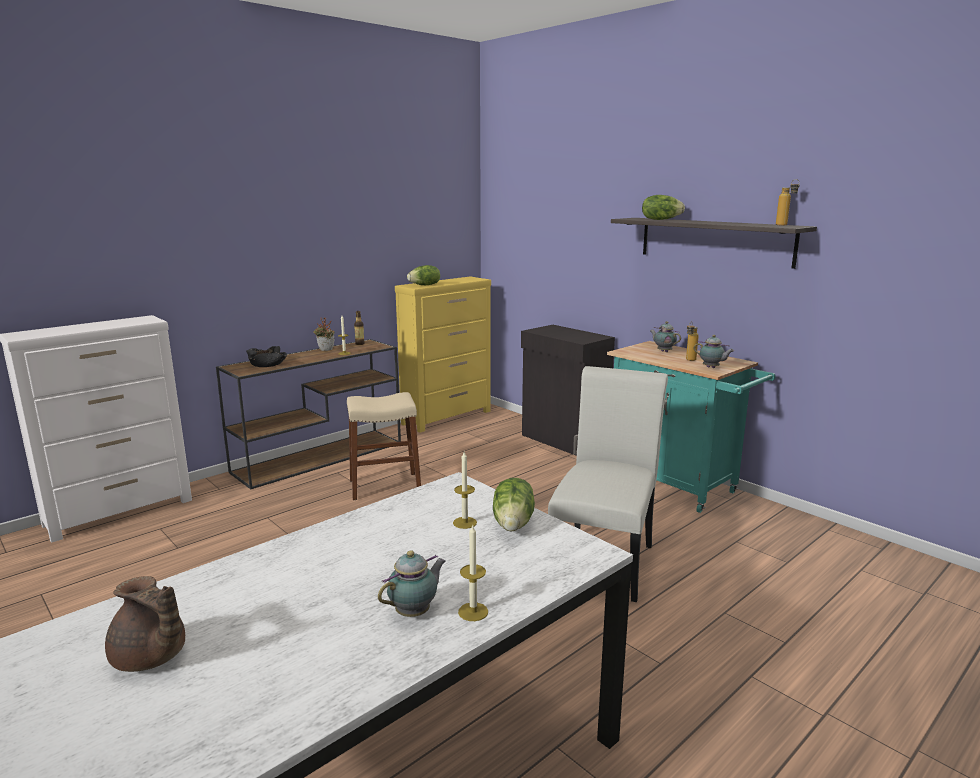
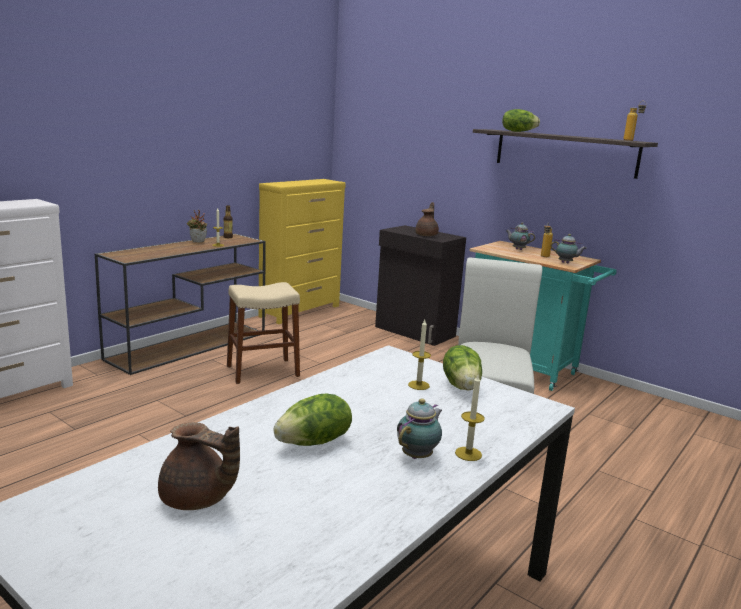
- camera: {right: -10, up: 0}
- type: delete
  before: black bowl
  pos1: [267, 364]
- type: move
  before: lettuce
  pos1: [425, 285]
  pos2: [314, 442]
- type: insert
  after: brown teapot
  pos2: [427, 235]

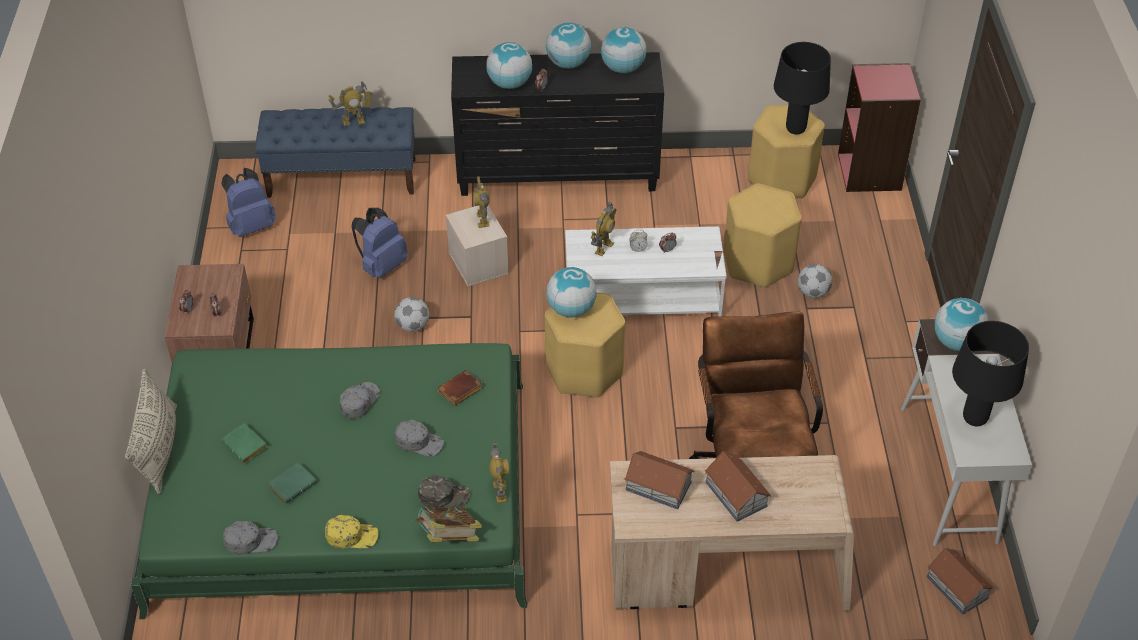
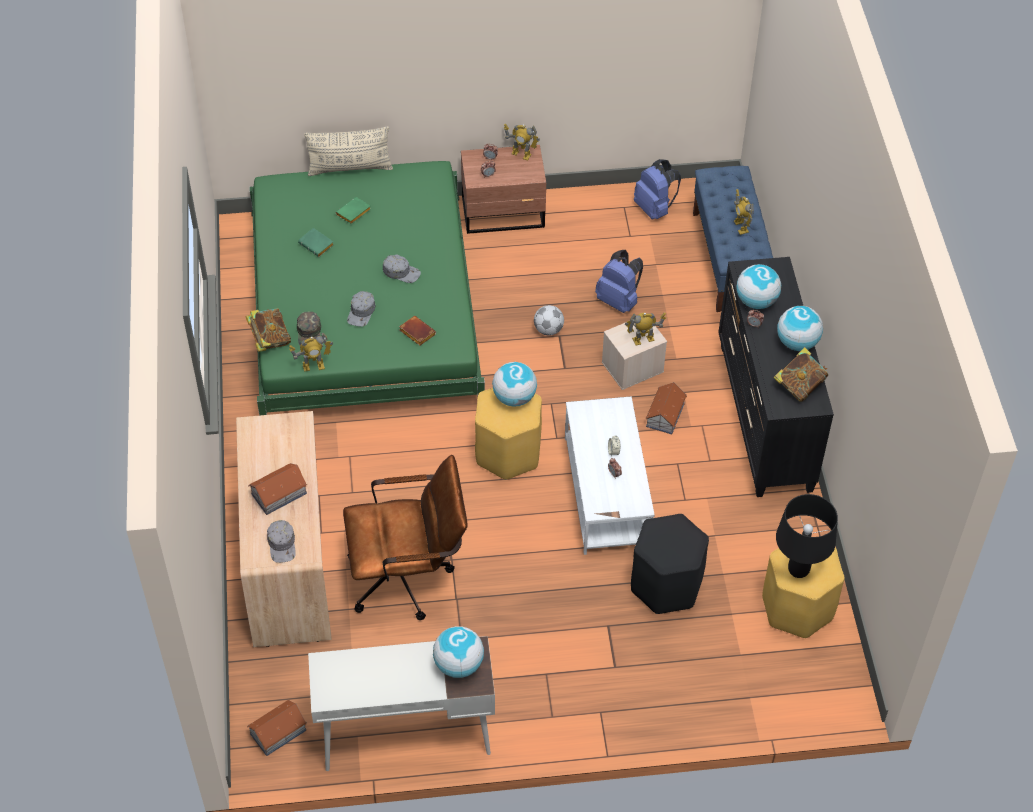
- camera: {right: 85, up: 5}
- type: move
  before: grey cap
  pos1: [251, 540]
  pos2: [282, 544]
- type: delete
  before: yellow cap
  pos1: [352, 535]
- type: move
  before: toy robot
  pos1: [603, 248]
  pos2: [521, 154]
- type: replace
  before: globe
  after: book
  pos1: [623, 68]
  pos2: [799, 386]
- type: move
  before: toy house
  pos1: [659, 486]
  pos2: [664, 415]
- type: recolor
  before: yellow stool
  after: black stool
  pos1: [758, 263]
  pos2: [666, 585]
- type: delete
  before: football
  pos1: [813, 293]
- type: delete
  before: red bookcase
  pos1: [870, 172]
- type: delete
  before: black table lamp
  pos1: [974, 419]

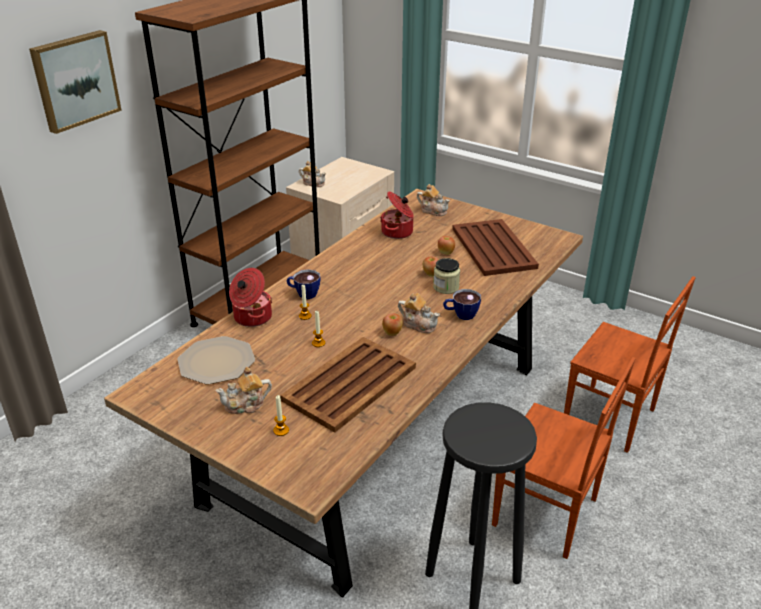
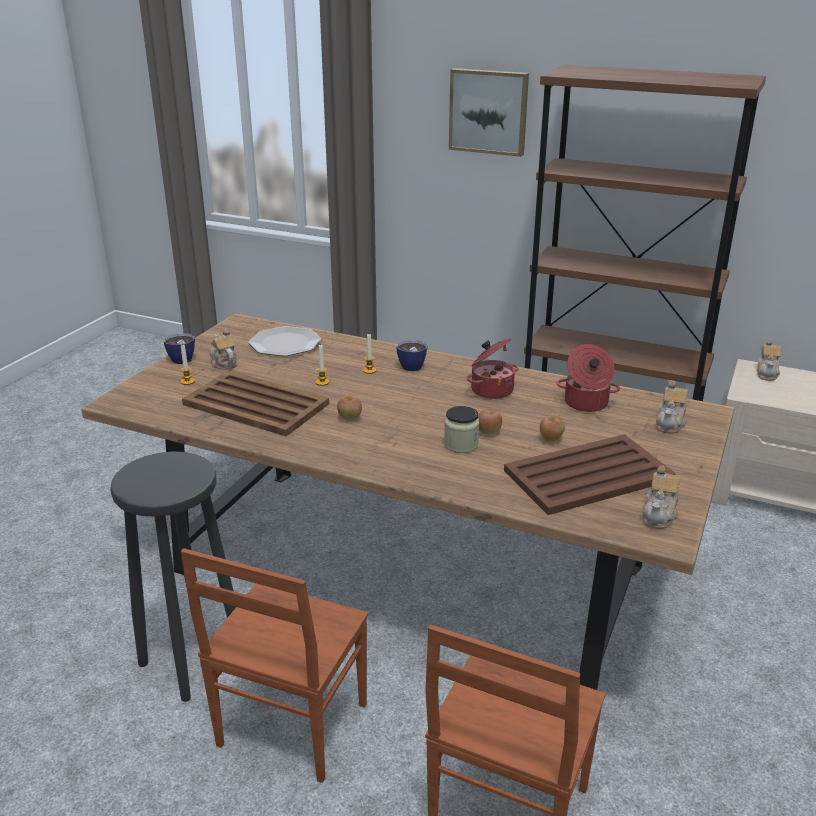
- camera: {right: 80, up: -5}
- type: move
  before: cooking pot
  pos1: [251, 317]
  pos2: [491, 390]
- type: move
  before: teapot
  pos1: [419, 324]
  pos2: [659, 515]
- type: move
  before: cup
  pos1: [460, 314]
  pos2: [182, 358]

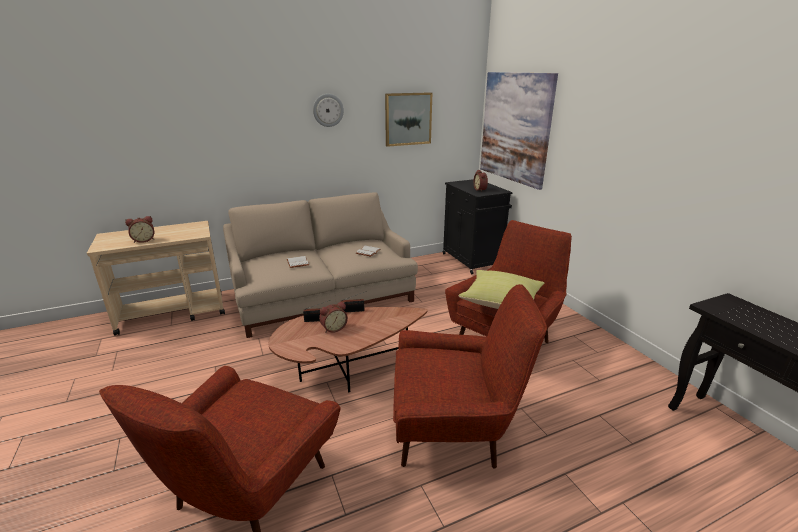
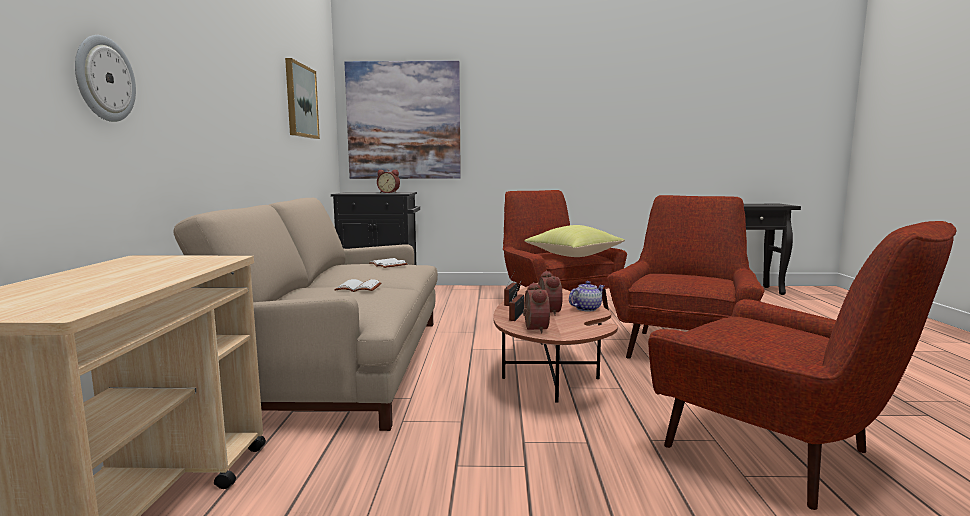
- camera: {right: -65, up: -15}
- type: move
  before: alarm clock
  pos1: [144, 240]
  pos2: [533, 328]
- type: move
  before: wall clock
  pos1: [328, 110]
  pos2: [104, 79]
- type: insert
  after: teapot
  pos2: [586, 308]

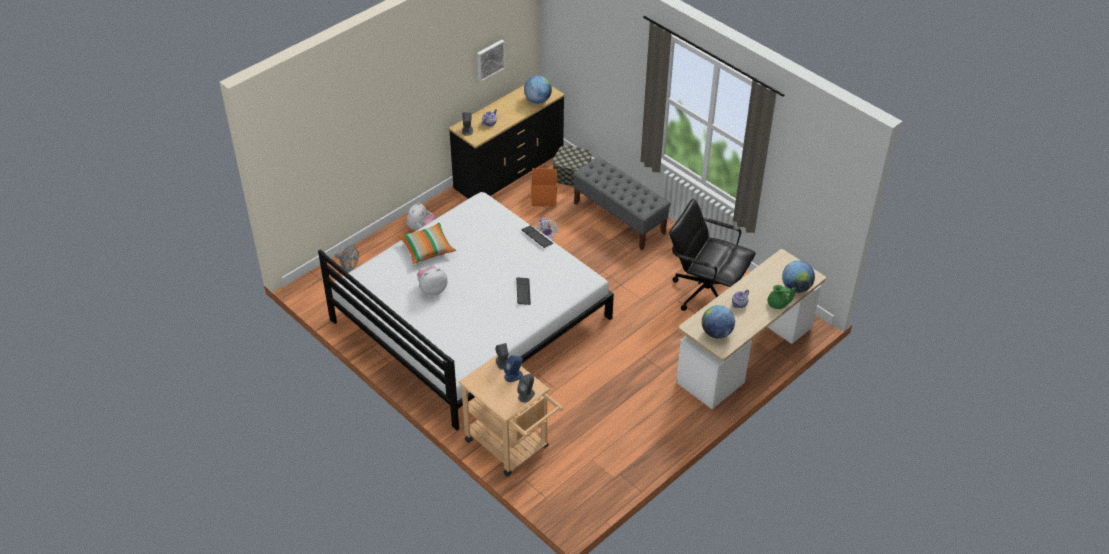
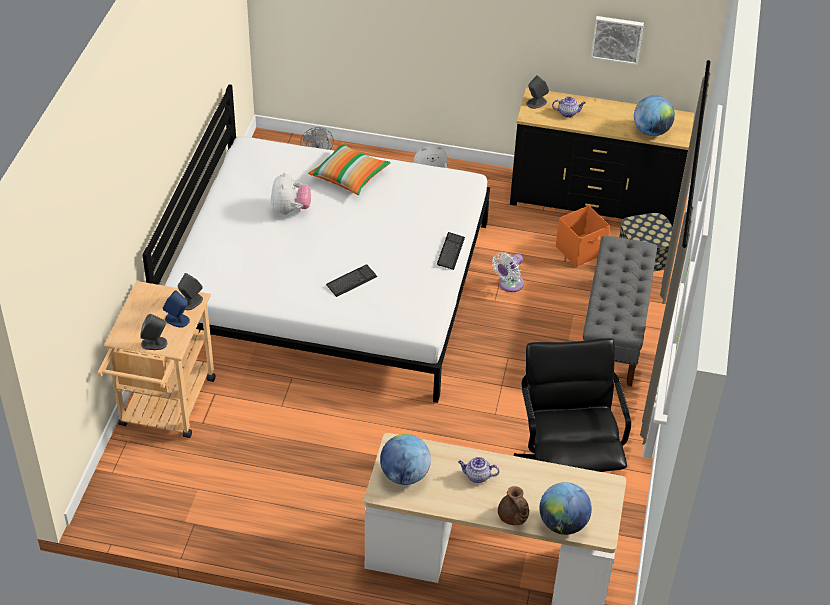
- camera: {right: 55, up: 0}
- type: rotate
  before: plush toy
  pos1: [432, 289]
  pos2: [290, 209]
  turn: 60
- type: recolor
  before: green teapot
  after: brown teapot
  pos1: [778, 304]
  pos2: [513, 517]

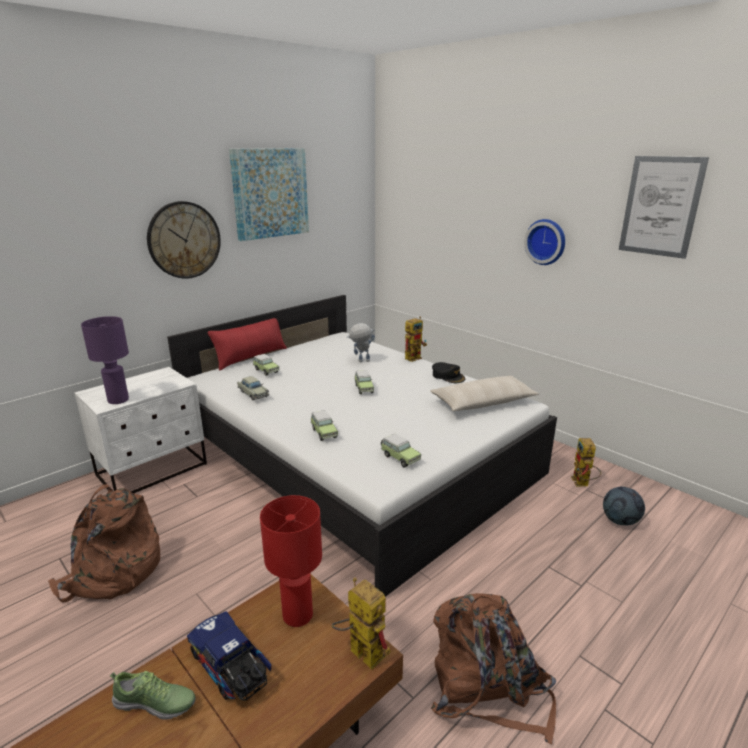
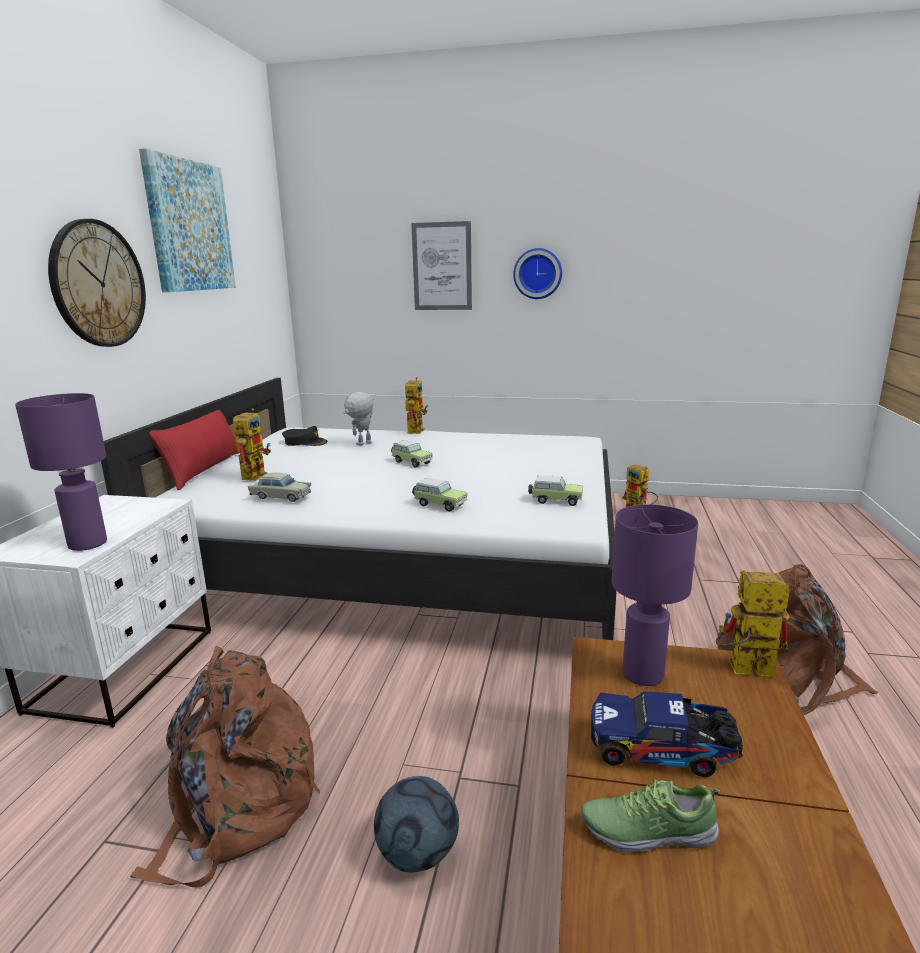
- camera: {right: -35, up: -5}
- type: rotate
  before: shoe
  pos1: [156, 703]
  pos2: [647, 830]
  turn: -150
- type: replace
  before: toy car
  after: toy robot
  pos1: [265, 370]
  pos2: [255, 474]
- type: recolor
  before: red table lamp
  after: purple table lamp
  pos1: [297, 615]
  pos2: [642, 675]
- type: delete
  before: beige pillow
  pos1: [483, 402]
- type: move
  before: black cap
  pos1: [448, 376]
  pos2: [305, 442]
- type: move
  before: football
  pos1: [620, 521]
  pos2: [418, 854]
- type: move
  before: picture
  pos1: [660, 206]
  pos2: [442, 266]

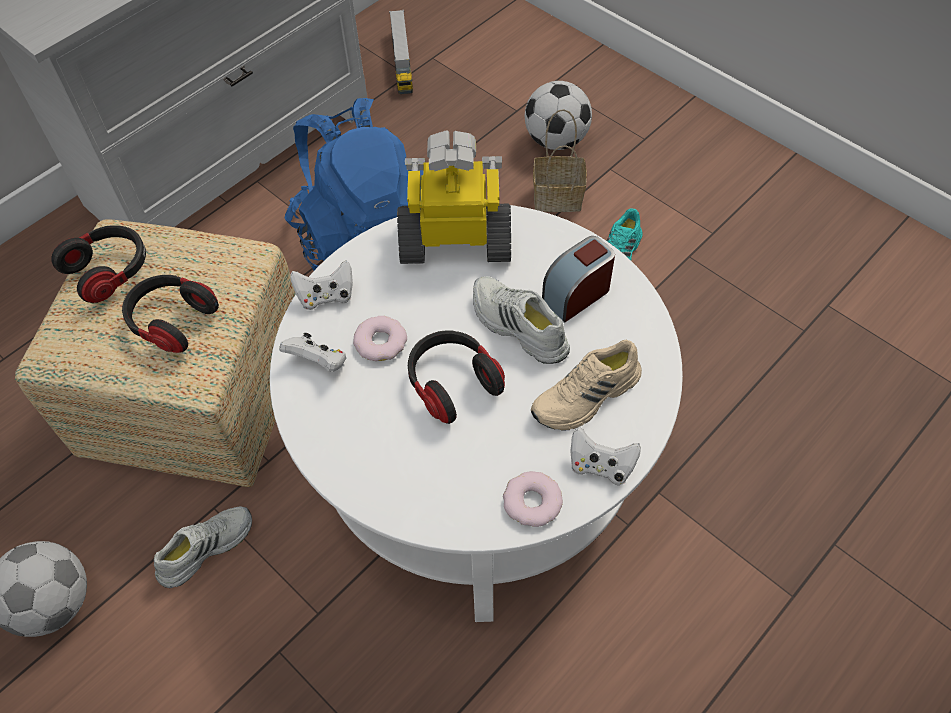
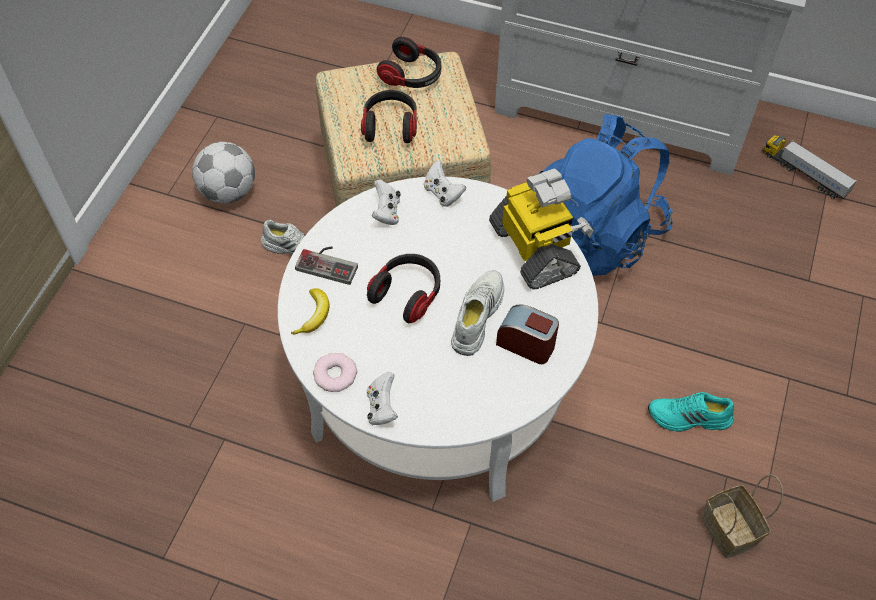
- camera: {right: 65, up: 0}
- type: delete
  before: donut
  pos1: [381, 342]
- type: rotate
  before: toy truck
  pos1: [402, 62]
  pos2: [804, 174]
  turn: 75
- type: delete
  before: football
  pos1: [556, 140]
- type: delete
  before: beige shoe
  pos1: [587, 397]
- type: move
  before: basket
  pos1: [559, 197]
  pos2: [731, 531]
- type: insert
  after: banana
  pos2: [314, 315]
- type: insert
  after: game controller
  pos2: [329, 262]

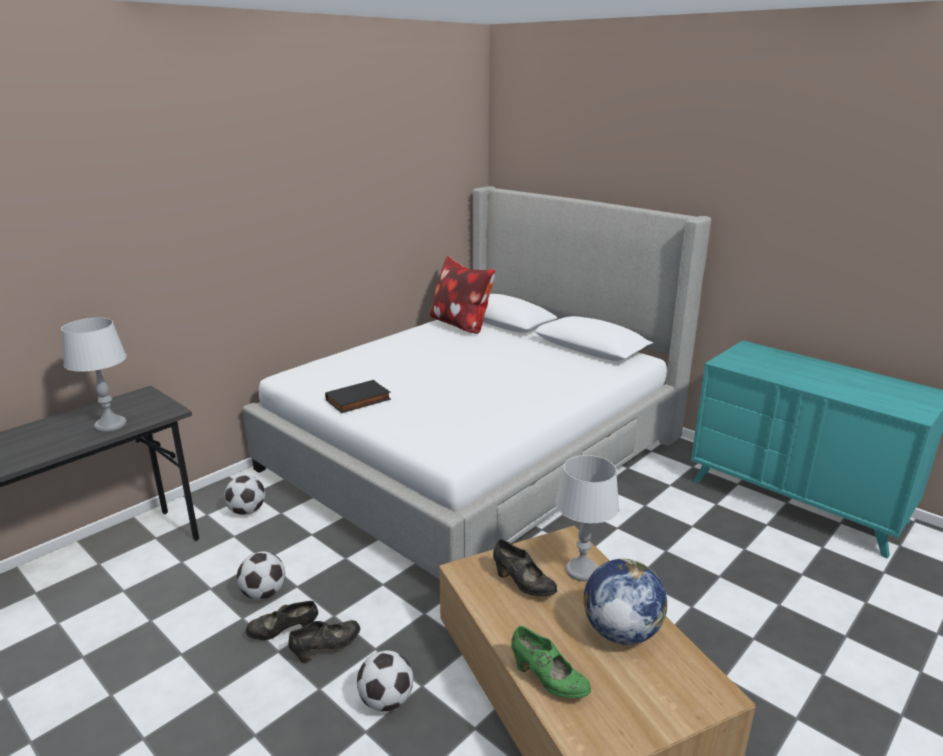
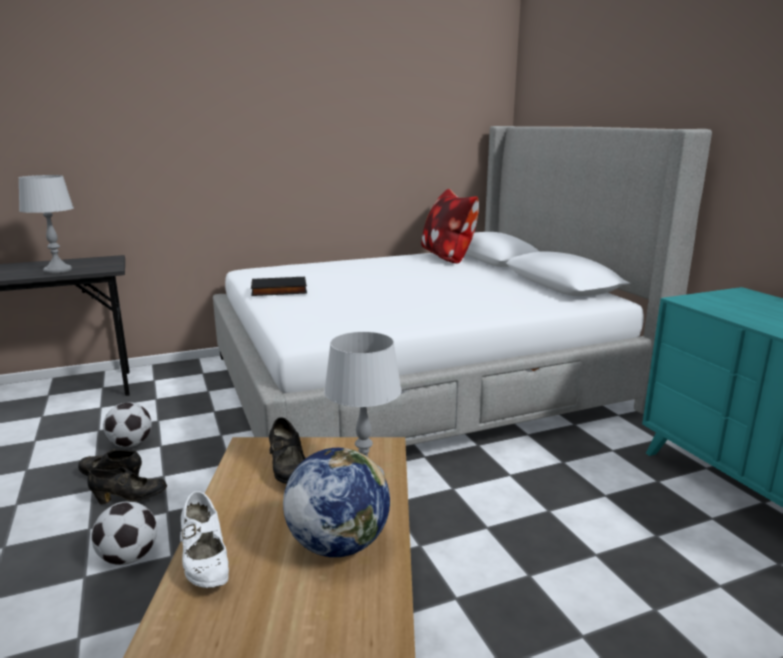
- camera: {right: 25, up: -5}
- type: delete
  before: football
  pos1: [247, 511]
- type: recolor
  before: green shoe
  after: white shoe
  pos1: [548, 680]
  pos2: [205, 564]

